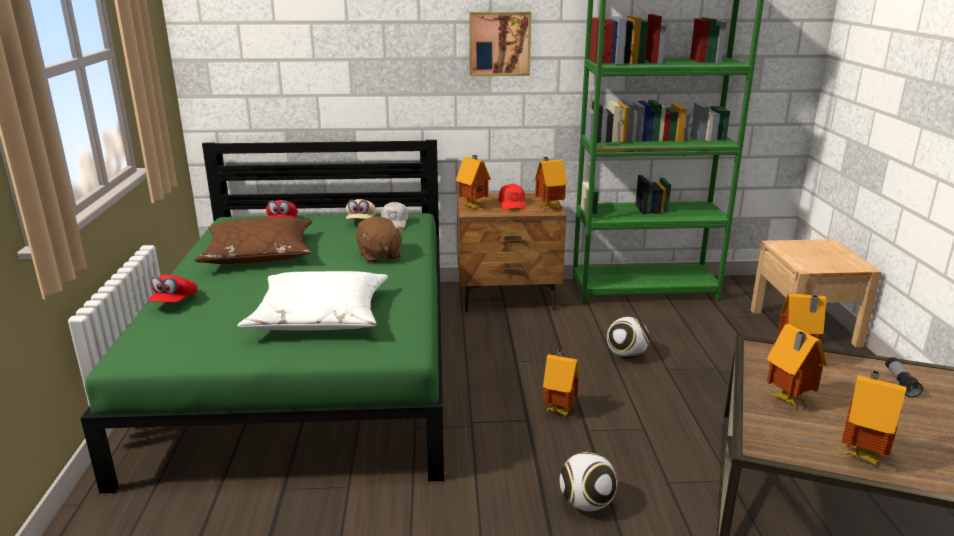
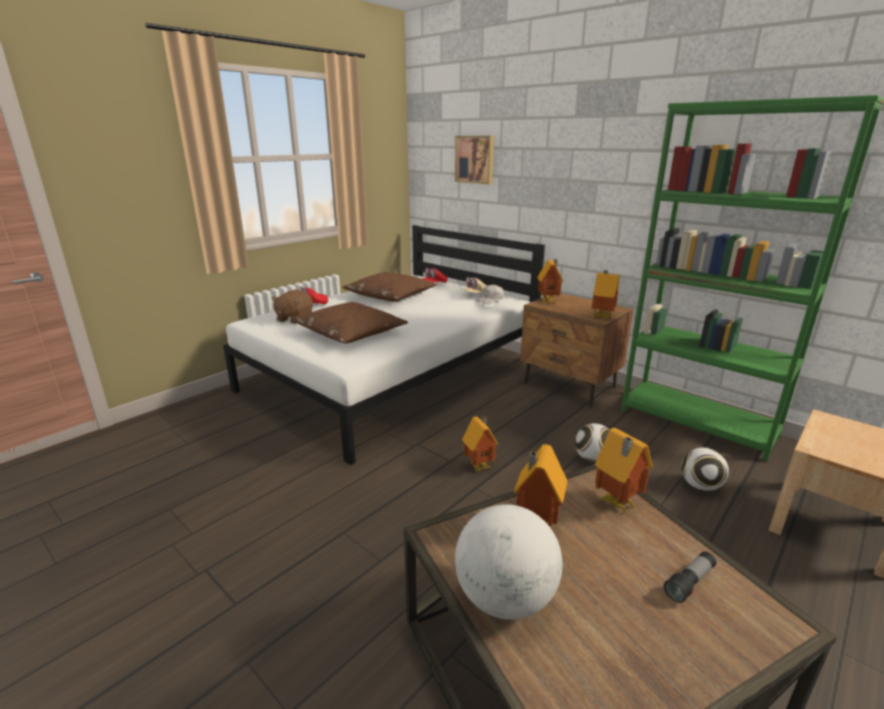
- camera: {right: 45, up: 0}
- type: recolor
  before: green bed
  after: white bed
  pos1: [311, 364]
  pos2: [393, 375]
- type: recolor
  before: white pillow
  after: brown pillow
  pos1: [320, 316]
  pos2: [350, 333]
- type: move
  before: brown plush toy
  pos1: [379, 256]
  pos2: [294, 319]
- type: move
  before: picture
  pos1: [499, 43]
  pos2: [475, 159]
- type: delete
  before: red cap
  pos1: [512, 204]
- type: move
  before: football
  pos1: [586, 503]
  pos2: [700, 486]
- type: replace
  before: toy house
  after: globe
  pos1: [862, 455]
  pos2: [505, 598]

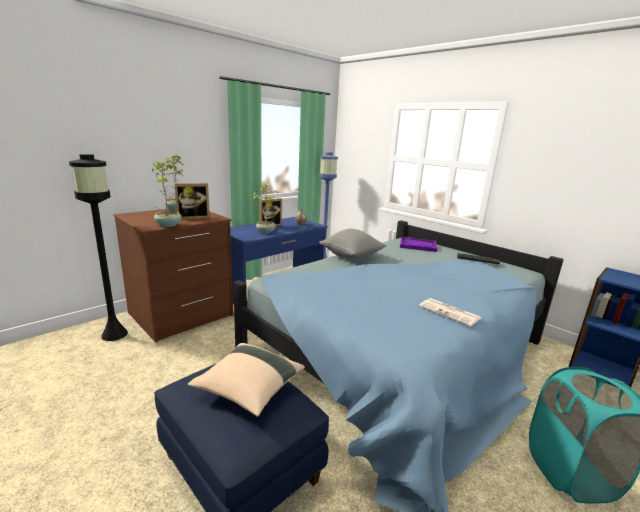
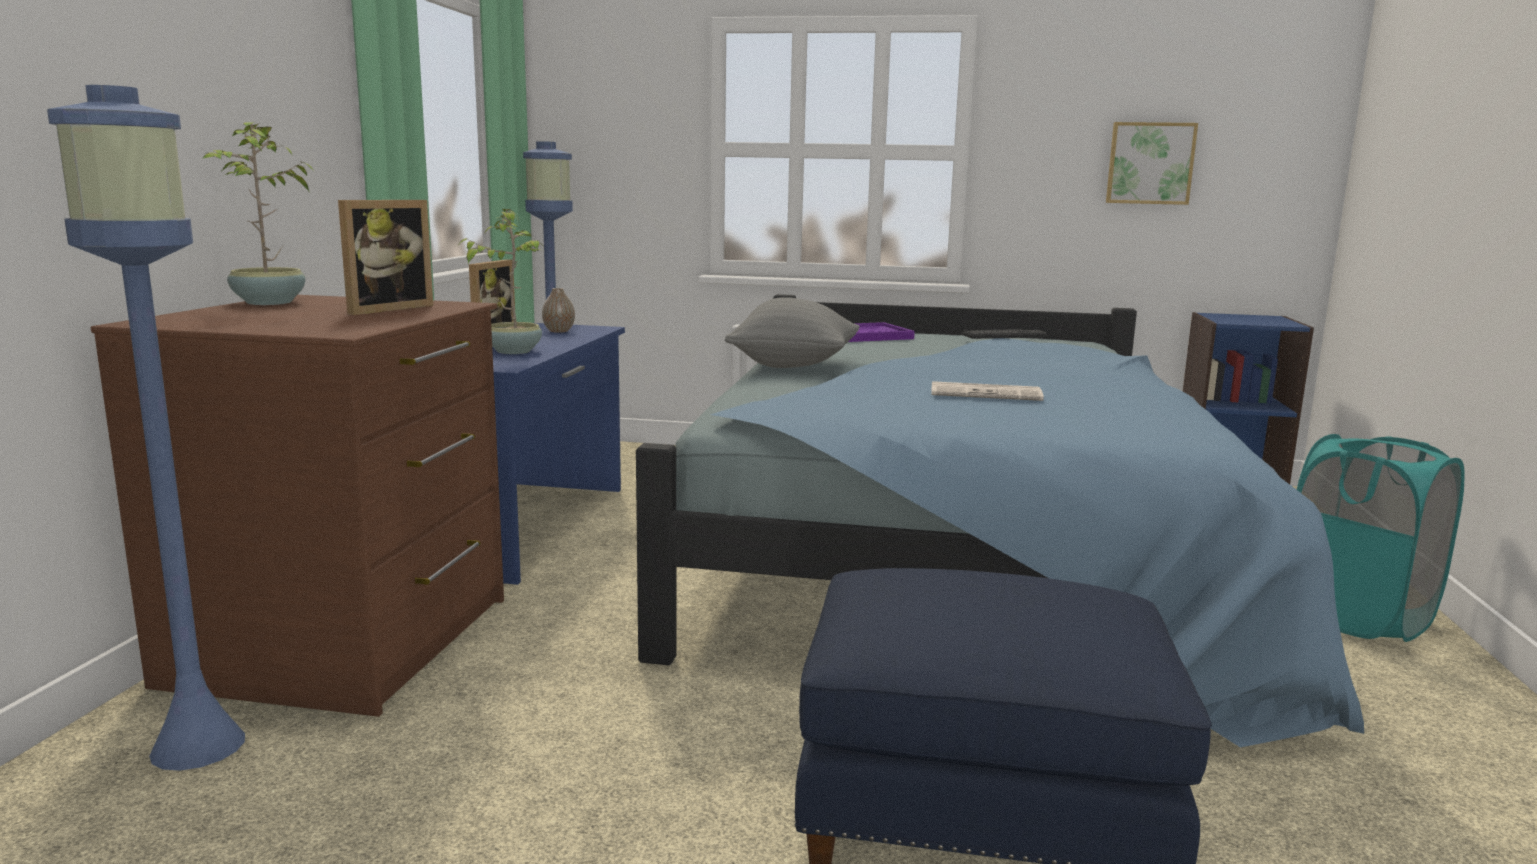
- camera: {right: -35, up: -5}
- type: recolor
  before: black floor lamp
  after: blue floor lamp
  pos1: [114, 334]
  pos2: [199, 747]
- type: delete
  before: potted plant
  pos1: [169, 225]
- type: delete
  before: beige pillow
  pos1: [248, 389]
- type: move
  before: newspaper
  pos1: [450, 312]
  pos2: [987, 394]
- type: insert
  after: picture
  pos2: [1150, 163]

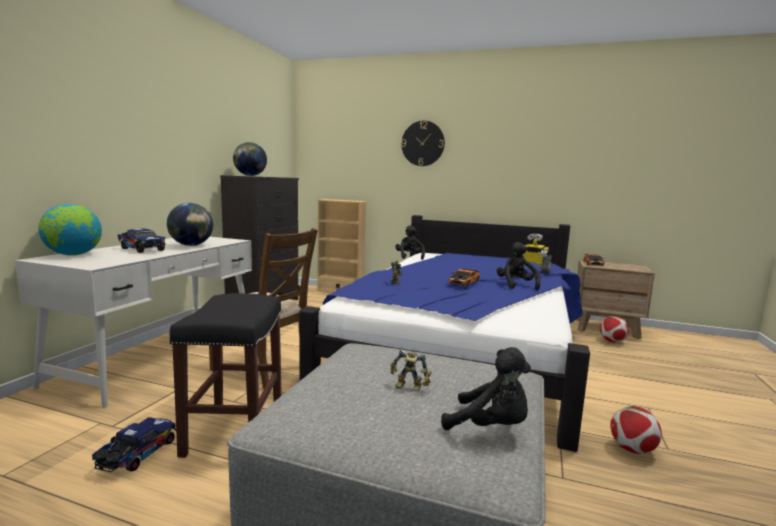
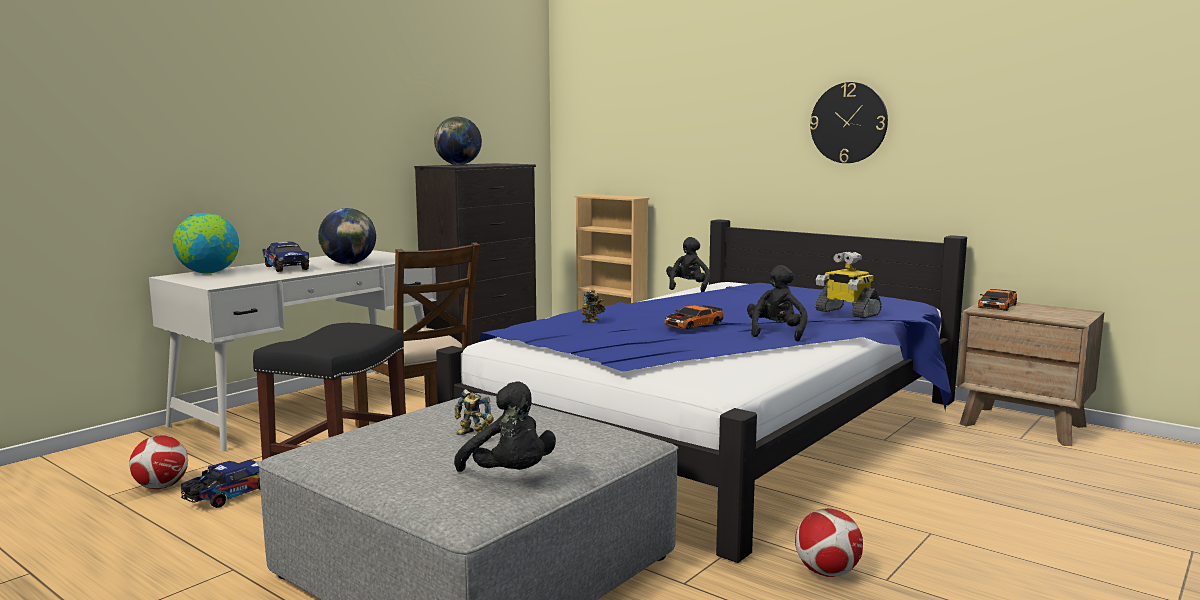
- camera: {right: 20, up: 0}
- type: move
  before: wall clock
  pos1: [423, 143]
  pos2: [848, 123]
- type: move
  before: football
  pos1: [612, 341]
  pos2: [161, 487]

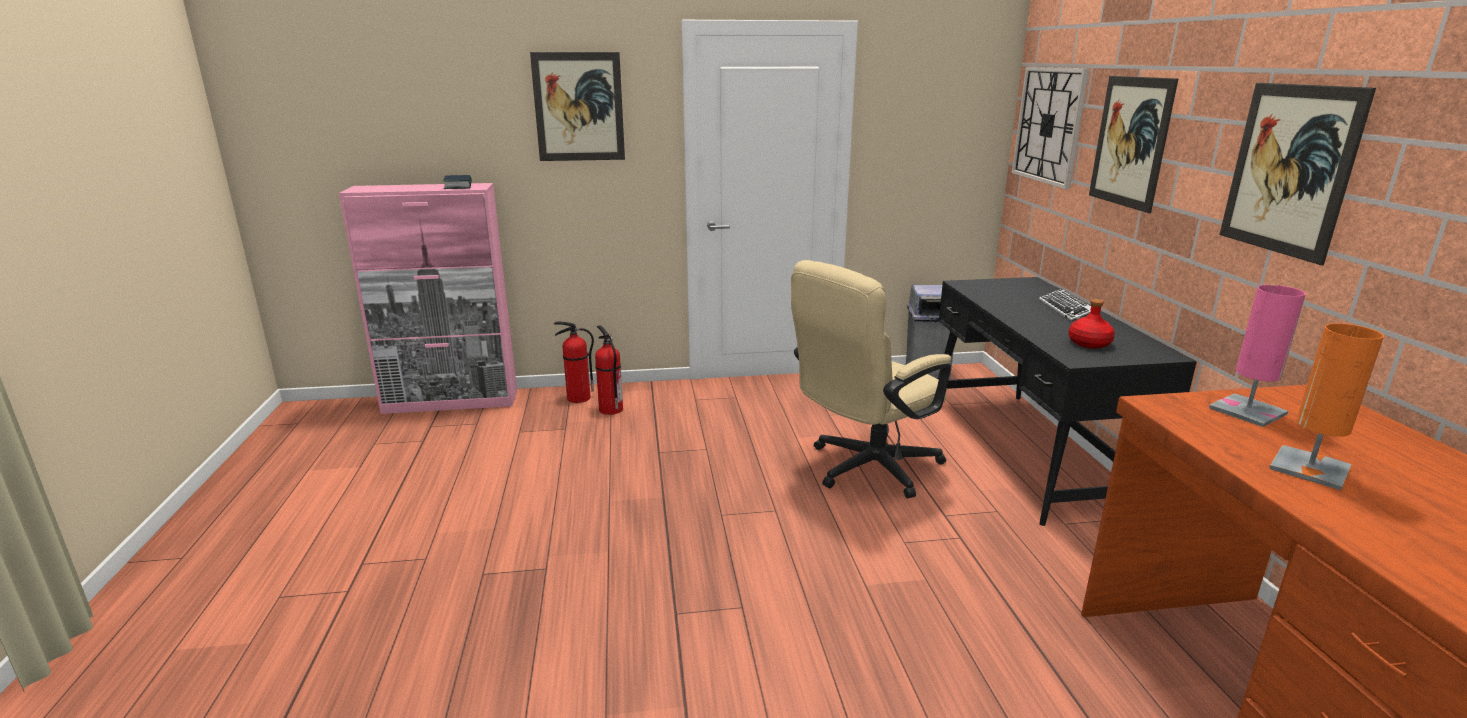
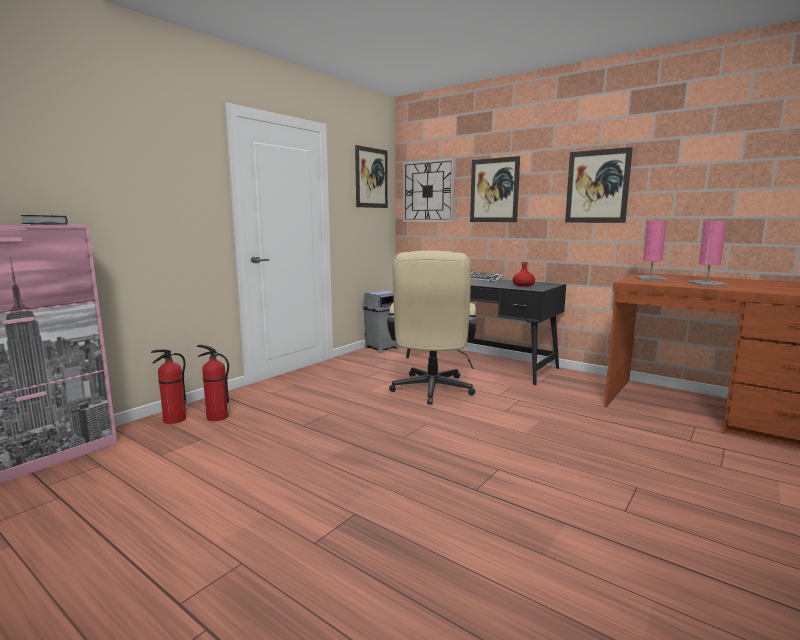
- camera: {right: -45, up: -10}
- type: move
  before: picture
  pos1: [579, 107]
  pos2: [371, 178]
- type: recolor
  before: orange table lamp
  after: pink table lamp
  pos1: [1309, 468]
  pos2: [706, 284]

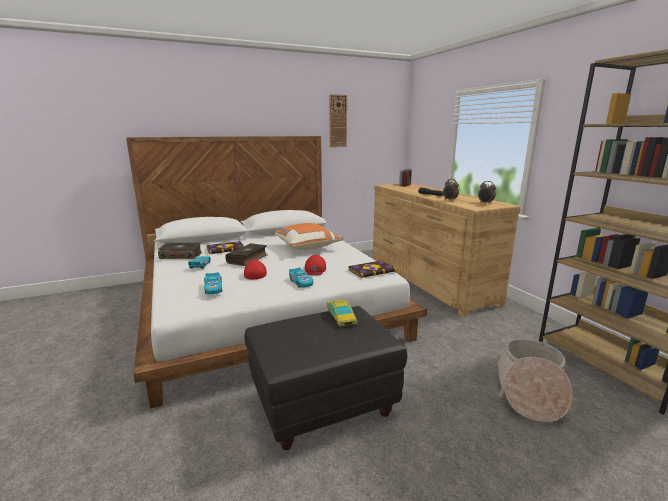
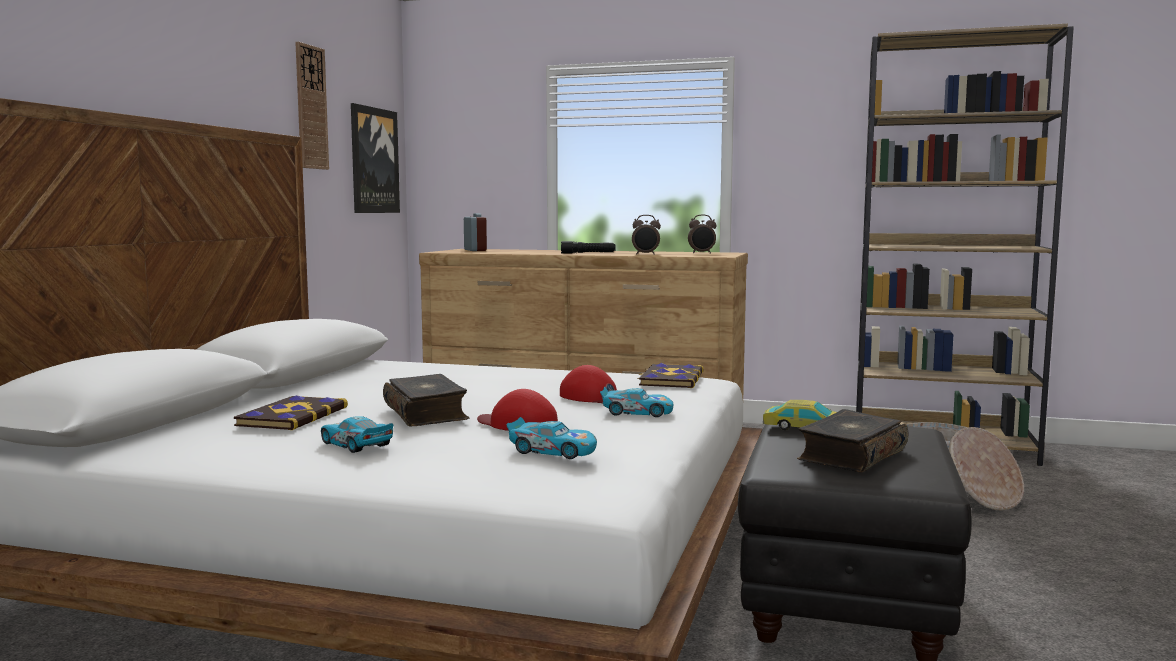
- camera: {right: -50, up: -10}
- type: move
  before: book
  pos1: [181, 255]
  pos2: [850, 456]
- type: delete
  before: orange pillow
  pos1: [307, 247]
- type: insert
  after: picture
  pos2: [373, 160]

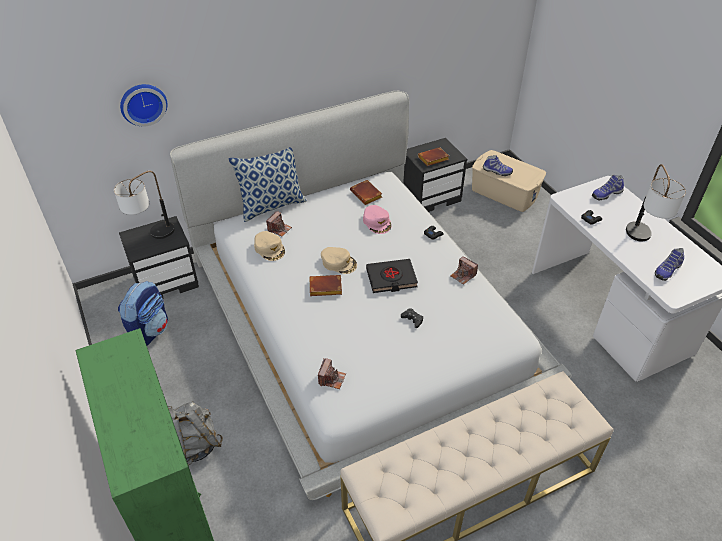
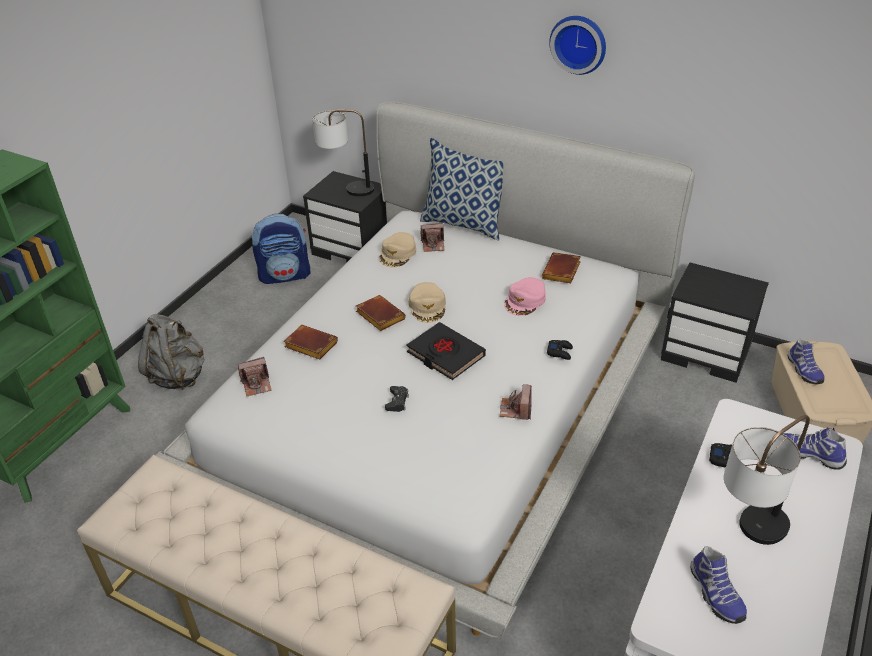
- camera: {right: 55, up: -5}
- type: move
  before: wall clock
  pos1: [143, 103]
  pos2: [579, 43]
- type: move
  before: brown book
  pos1: [433, 159]
  pos2: [309, 346]
- type: rotate
  before: shoe
  pos1: [667, 270]
  pos2: [714, 594]
  turn: -120

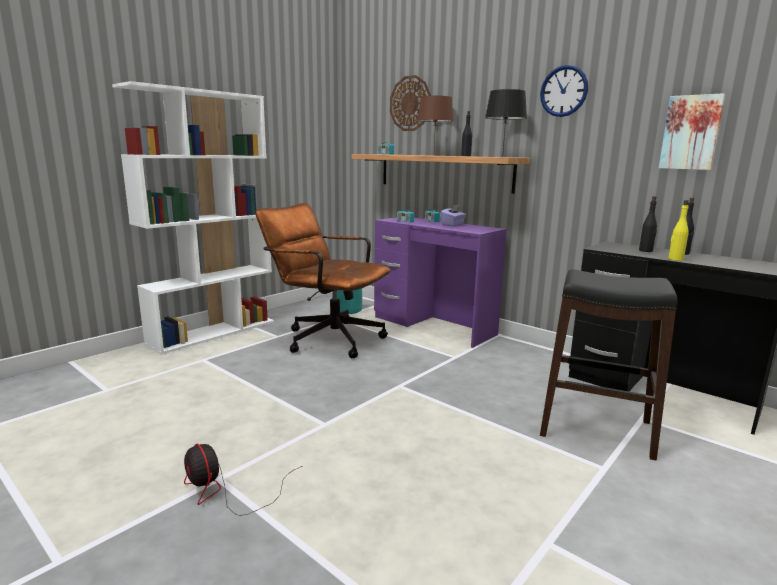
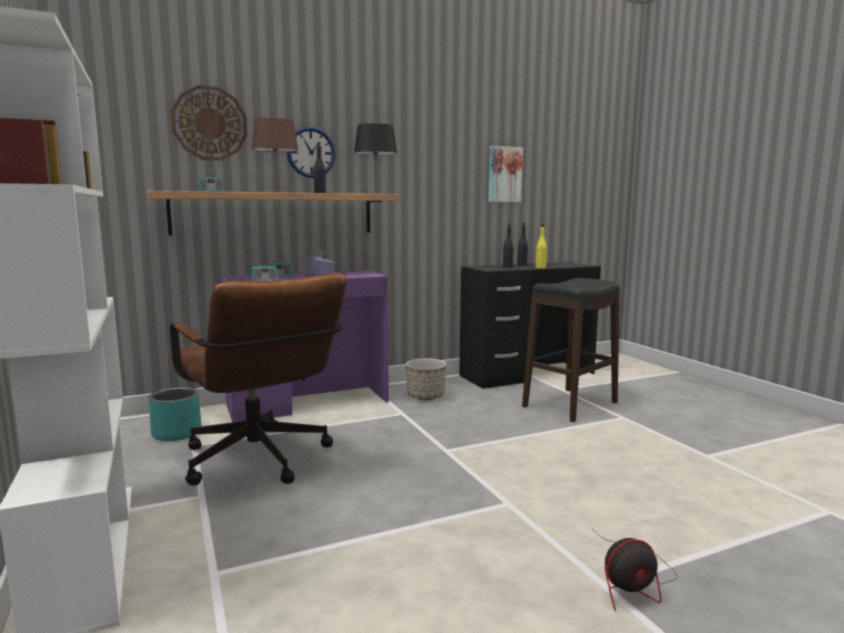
- camera: {right: -65, up: -5}
- type: rotate
  before: brown office chair
  pos1: [326, 338]
  pos2: [261, 463]
  turn: -90
- type: move
  before: wall clock
  pos1: [563, 91]
  pos2: [311, 152]
- type: insert
  after: planter
  pos2: [425, 396]

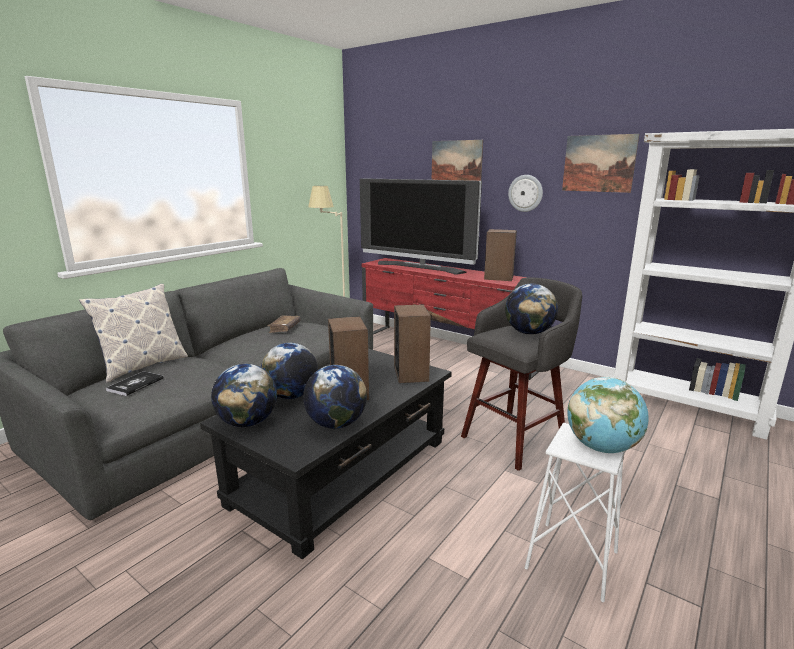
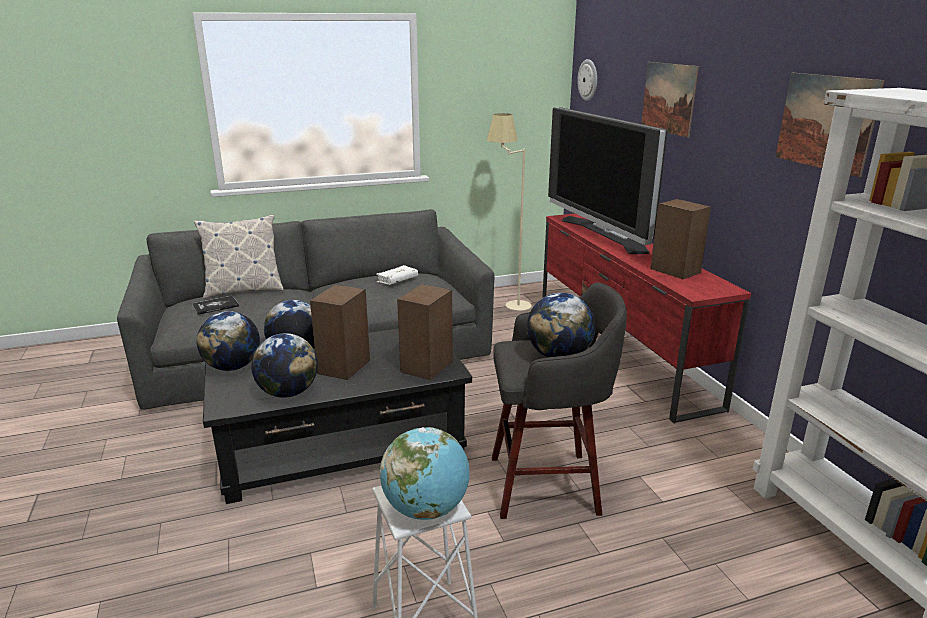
- camera: {right: 35, up: 5}
- type: recolor
  before: brown book
  after: white book
  pos1: [284, 328]
  pos2: [397, 280]
- type: move
  before: wall clock
  pos1: [525, 193]
  pos2: [588, 80]

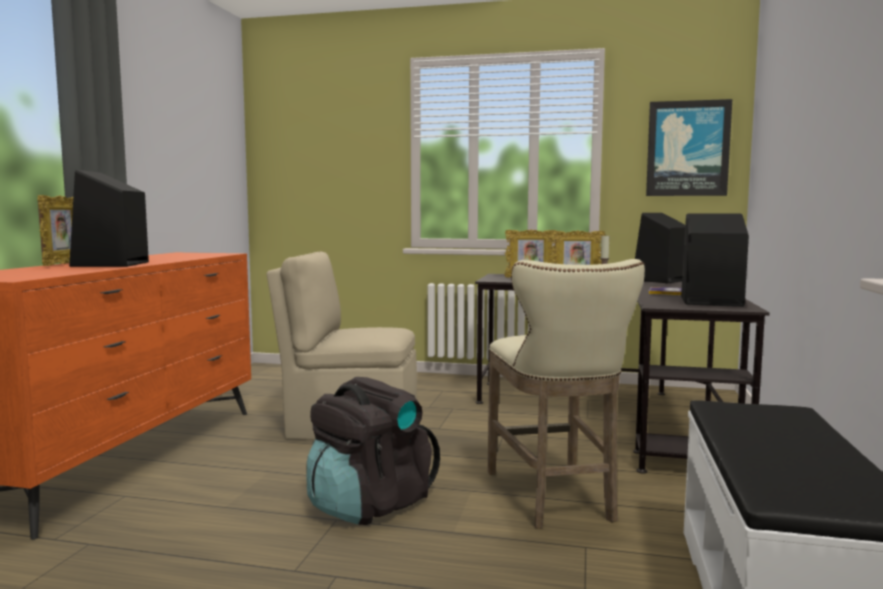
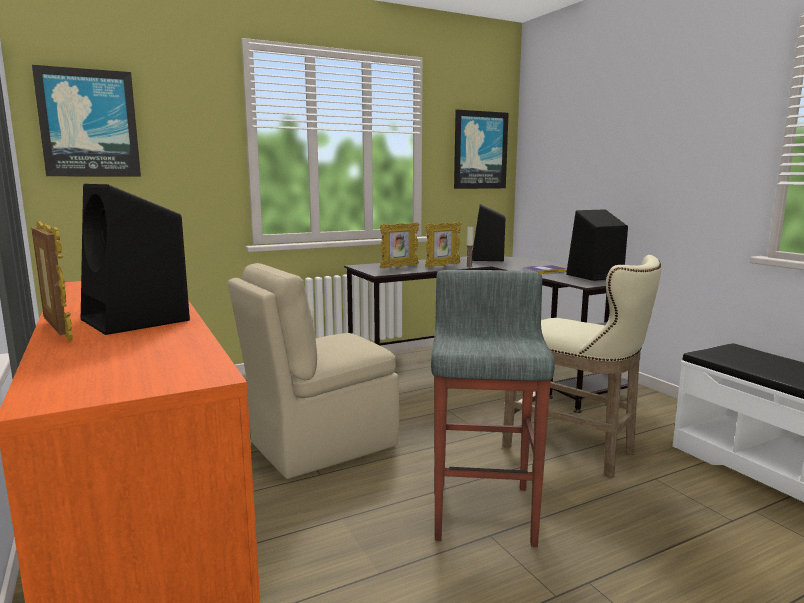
- camera: {right: -40, up: 5}
- type: replace
  before: black backpack
  after: grey stool
  pos1: [369, 504]
  pos2: [485, 510]
- type: insert
  after: picture
  pos2: [89, 123]

